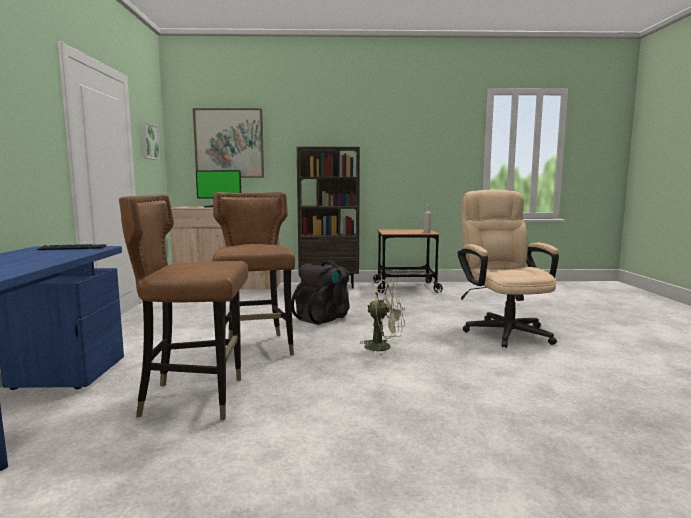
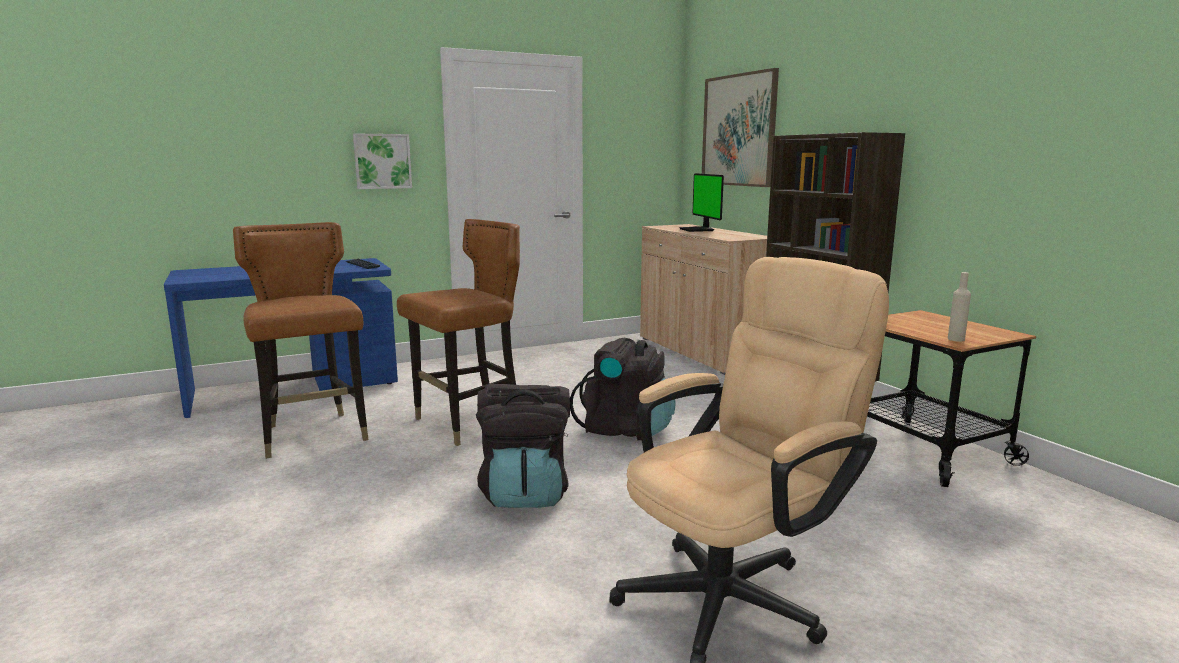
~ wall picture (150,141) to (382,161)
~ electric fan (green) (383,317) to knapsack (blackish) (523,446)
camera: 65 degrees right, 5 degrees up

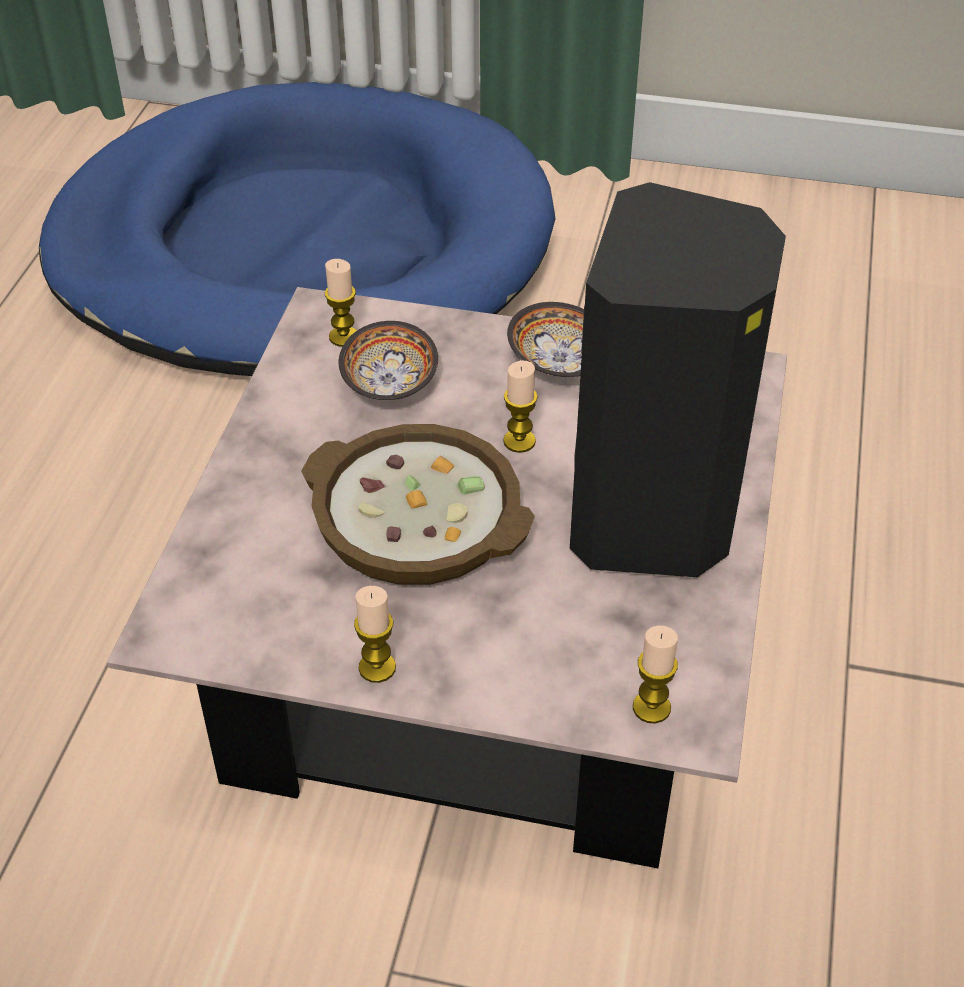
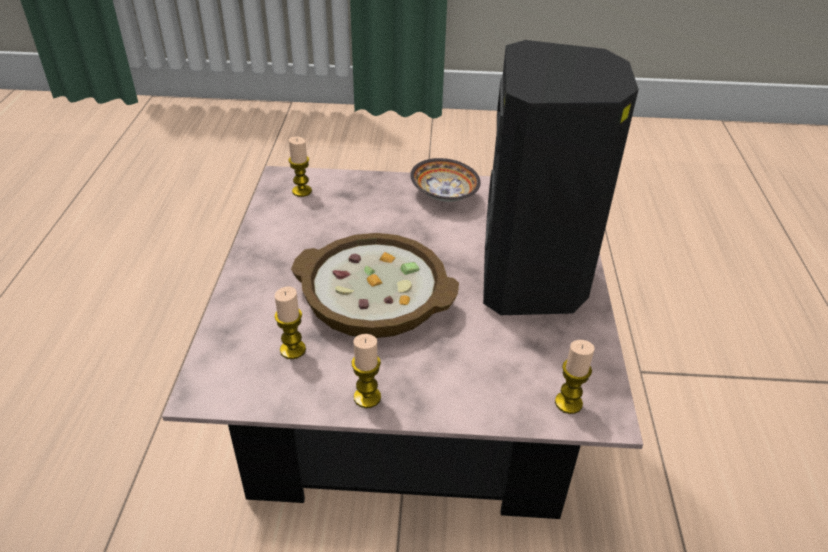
- dog bed (blue-coloured) (297,229)
- bowl (388,360)
~ wax candle (520,407) to (290,323)
camera: 10 degrees left, 5 degrees down

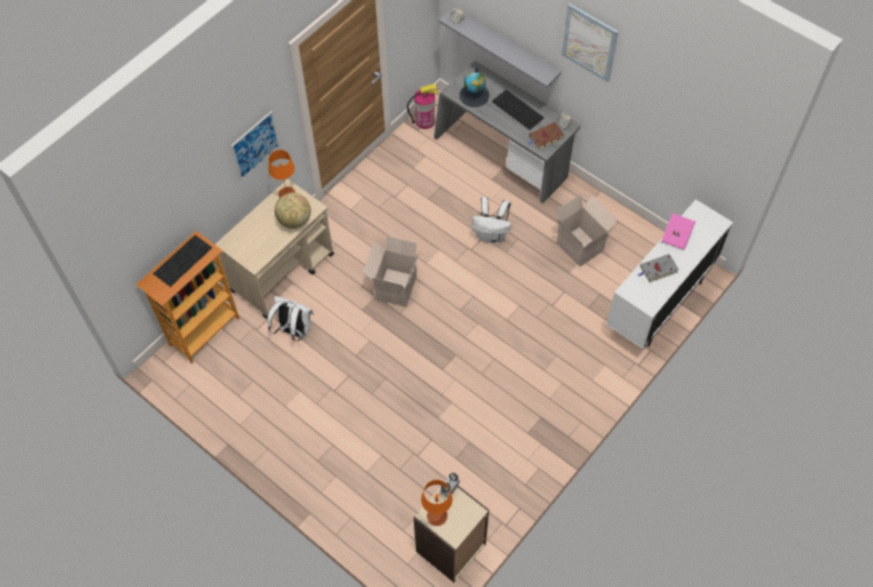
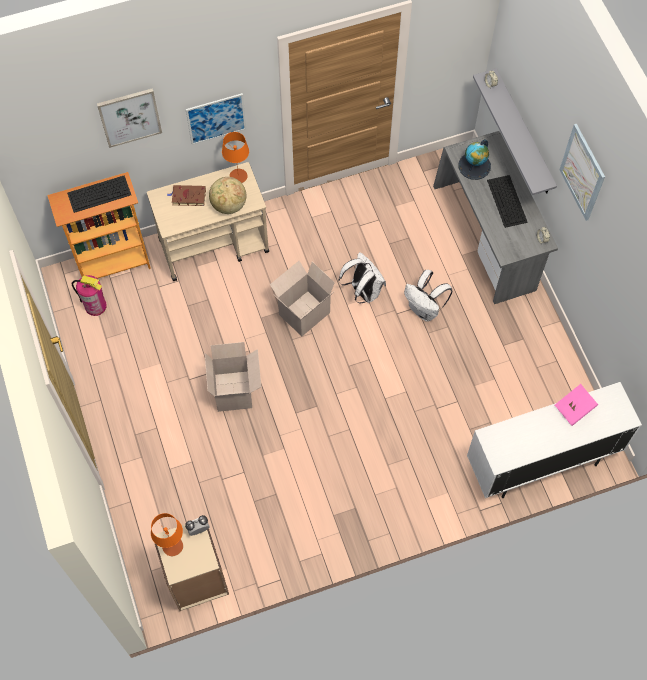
~ knapsack (white-coloured) (290,318) to (362,277)
~ fire extinguisher (422,106) to (89,295)
~ bound book (brown) (546,135) to (186,195)
~ packing box (586,230) to (233,377)
- bound book (greyish) (658,268)
+ wall picture (129,118)
camera: 30 degrees right, 5 degrees up

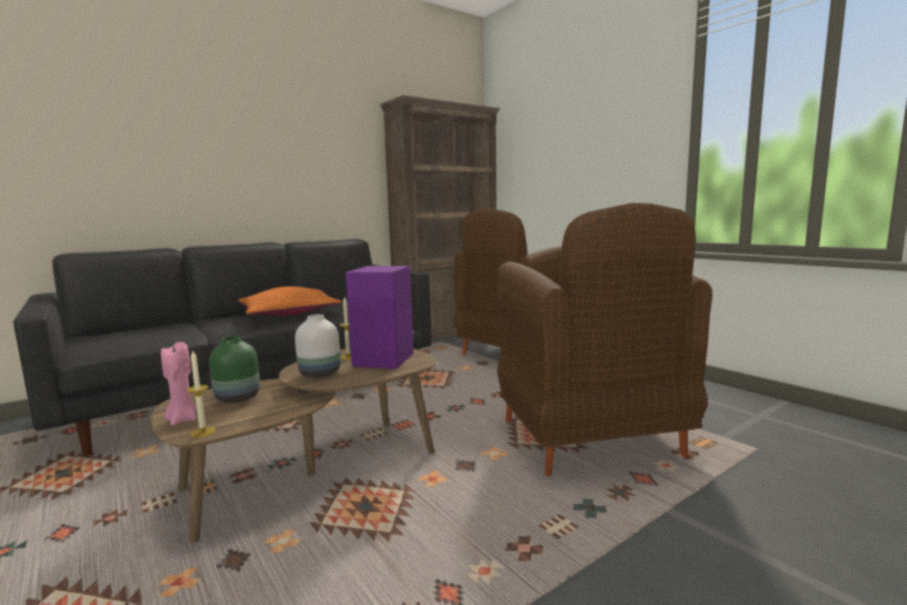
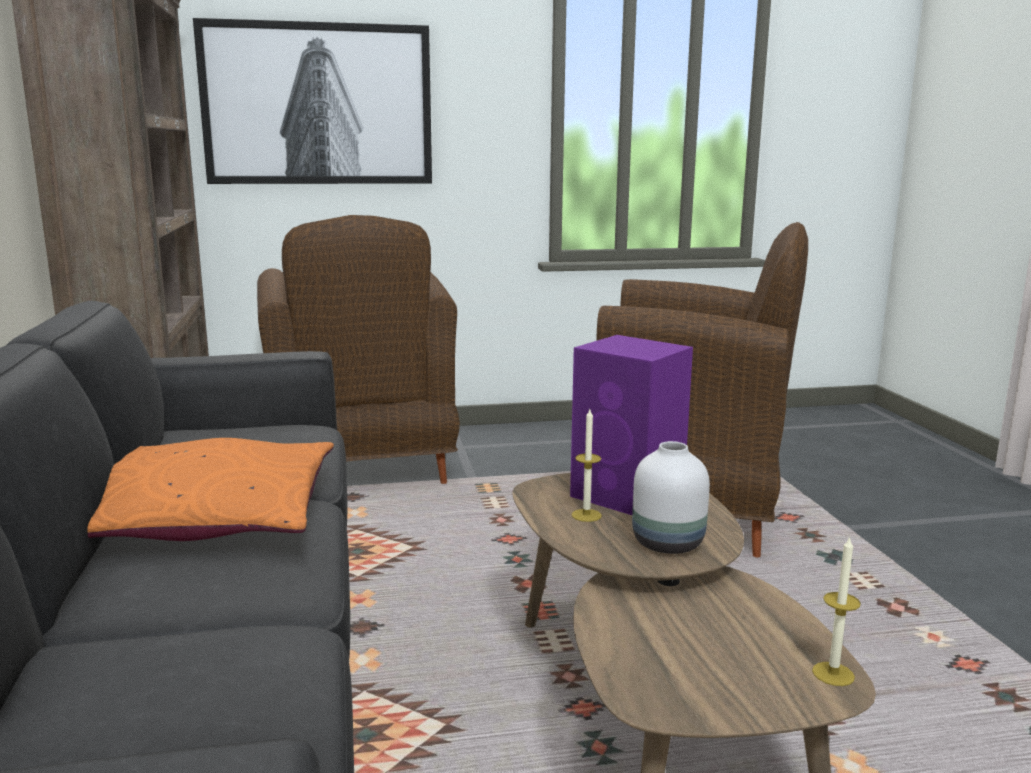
- wax candle (pink) (179,383)
- flower vase (green) (234,369)
+ wall picture (312,101)
camera: 65 degrees left, 5 degrees up

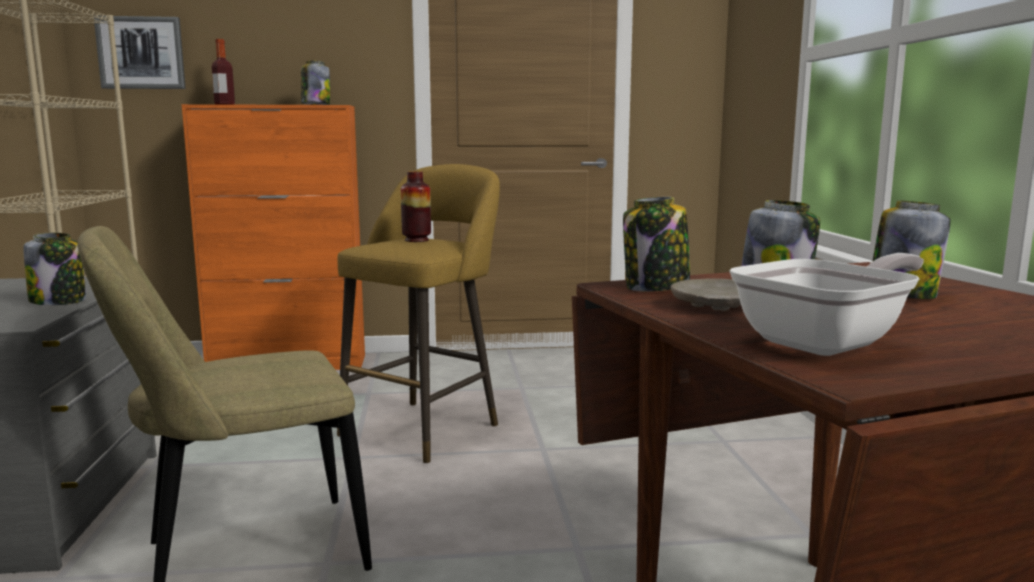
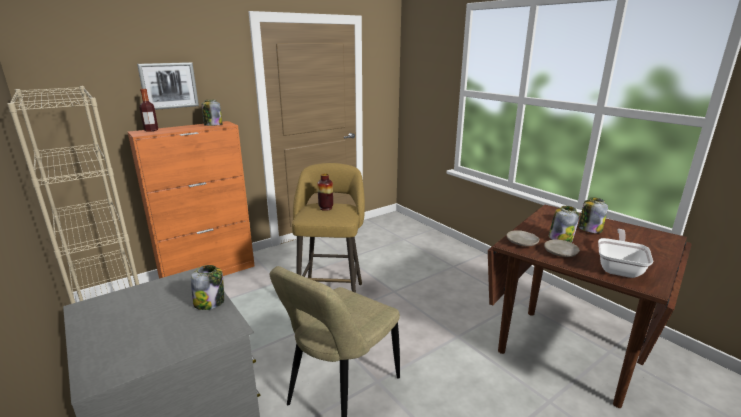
~ wall picture (140,52) to (168,86)
~ jar (656,244) to flat dish (beige) (523,238)
camera: 30 degrees left, 10 degrees up

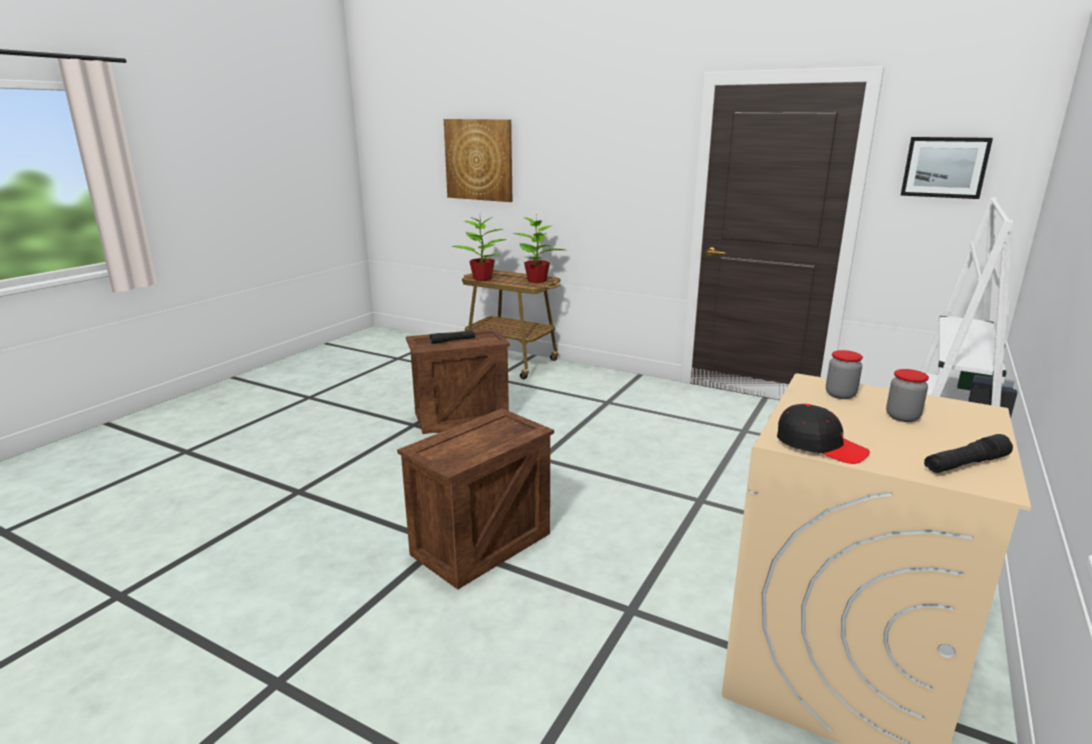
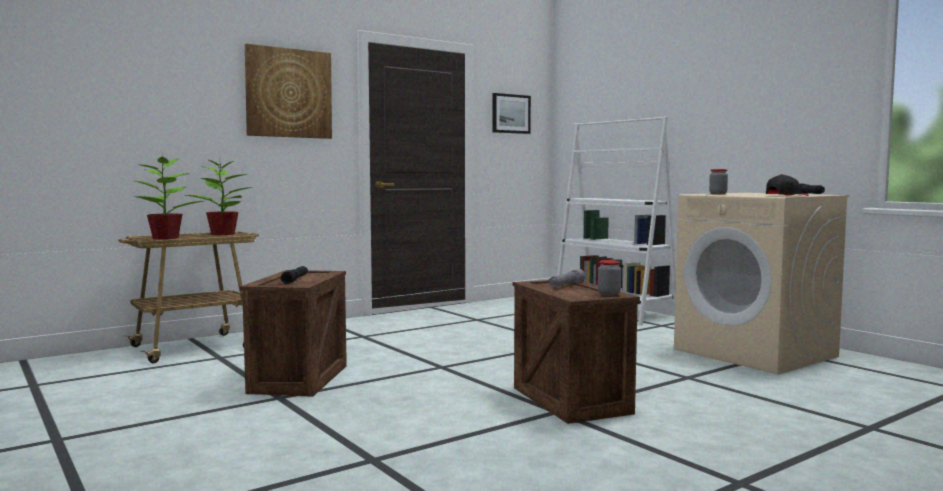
~ wall picture (478,160) to (288,91)
~ jar (907,395) to (609,277)
+ torch (greyish) (567,278)
camera: 65 degrees left, 15 degrees down

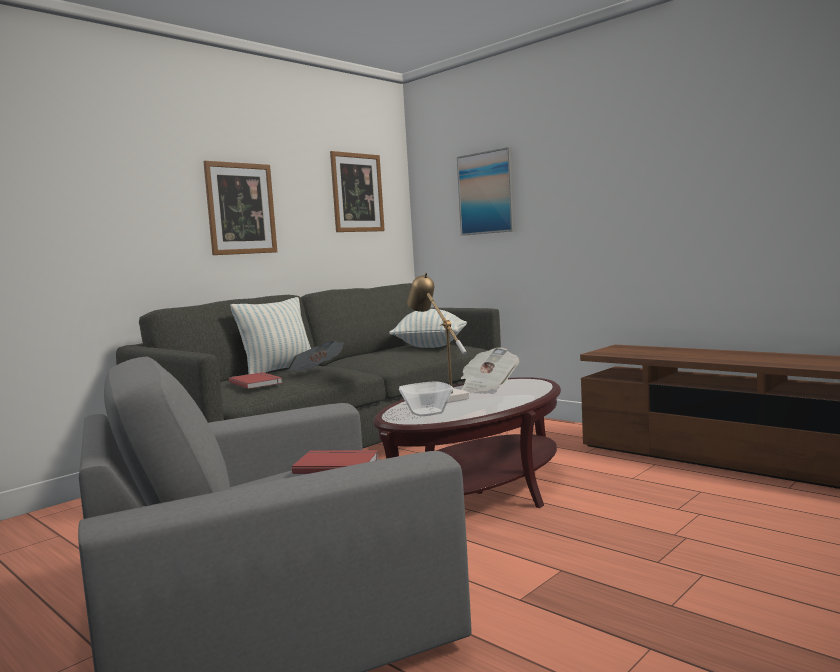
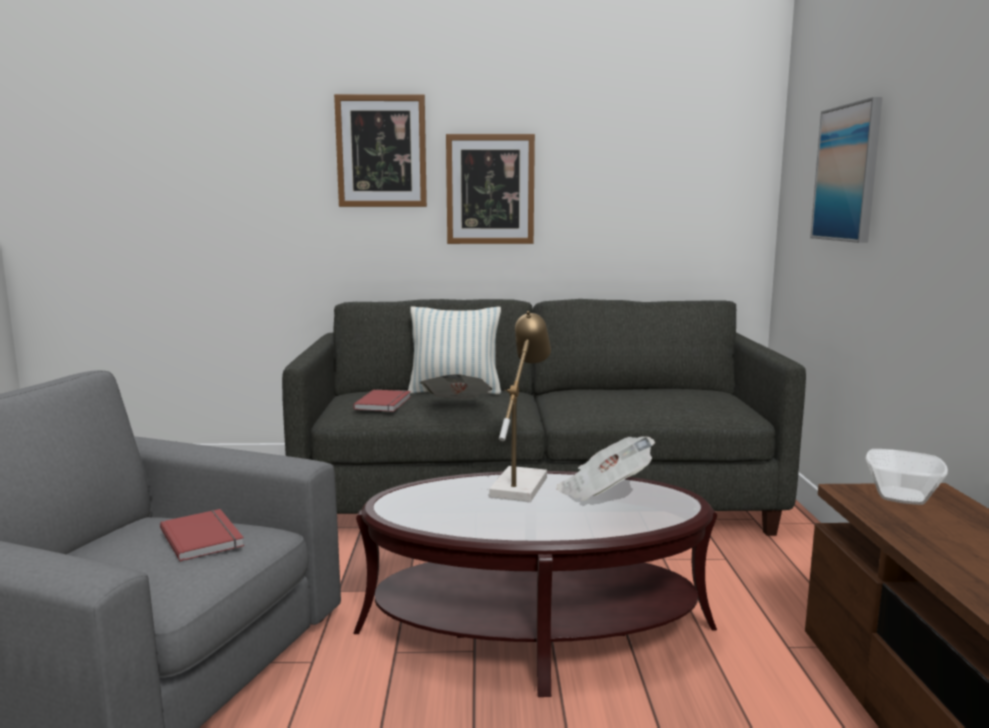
~ wall picture (357,191) to (380,150)
- throw pillow (428,328)
~ bowl (426,398) to (906,477)
camera: 45 degrees right, 5 degrees up

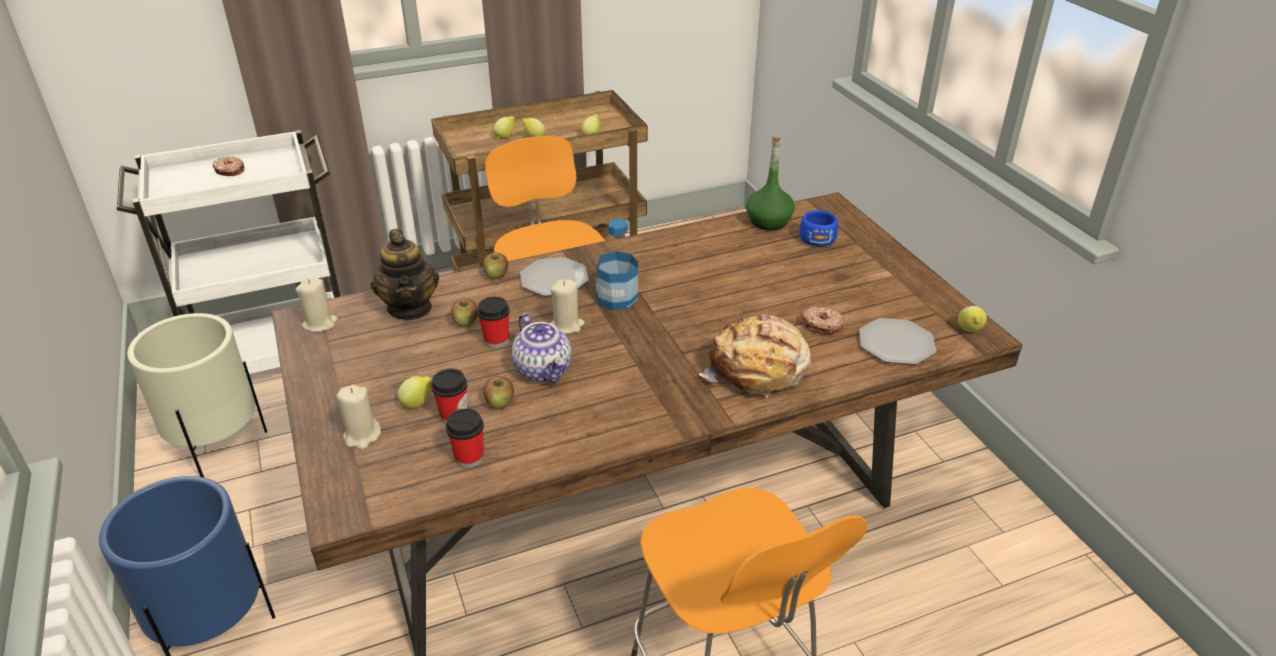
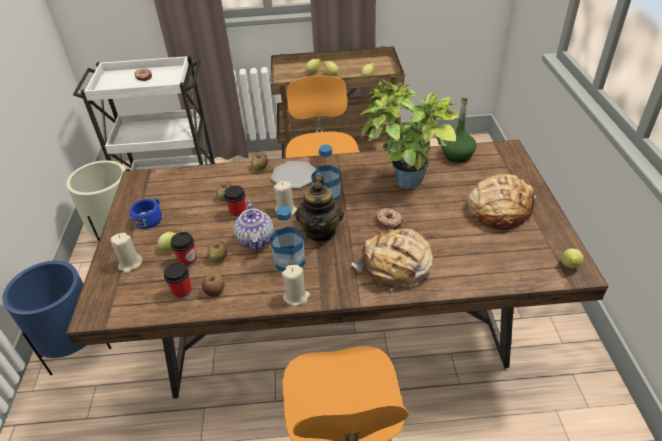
~ wax candle (beige) (317,305) to (296,285)
~ teapot (404,274) to (319,208)
~ cup (blue-coloured) (818,228) to (146,214)
~ donut (823,321) to (389,218)
- flat dish (897,341)
+ apple fruit (213,285)
+ drink bottle (288,239)
+ plant in a pot (409,134)
+ bakery bread (501,202)
camera: 20 degrees right, 5 degrees up

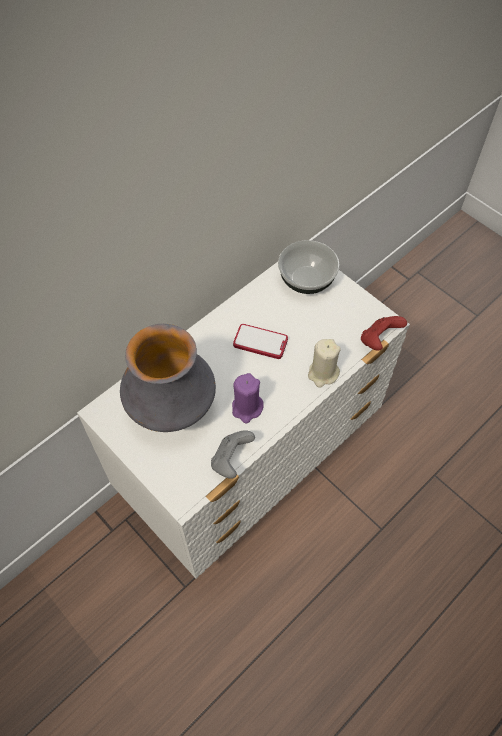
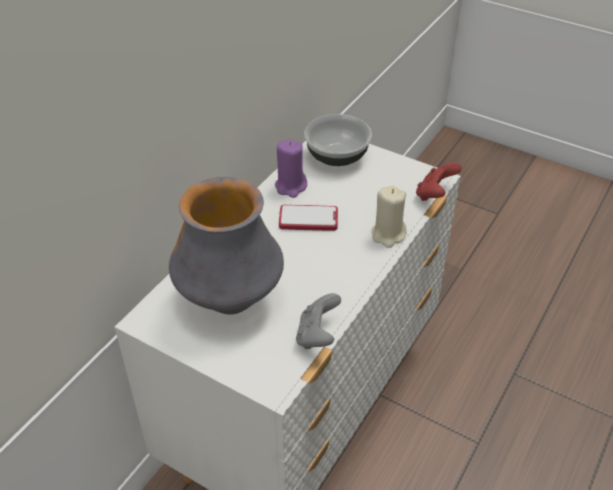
~ wax candle (purplish) (248,398) to (291,168)
camera: 15 degrees left, 15 degrees down

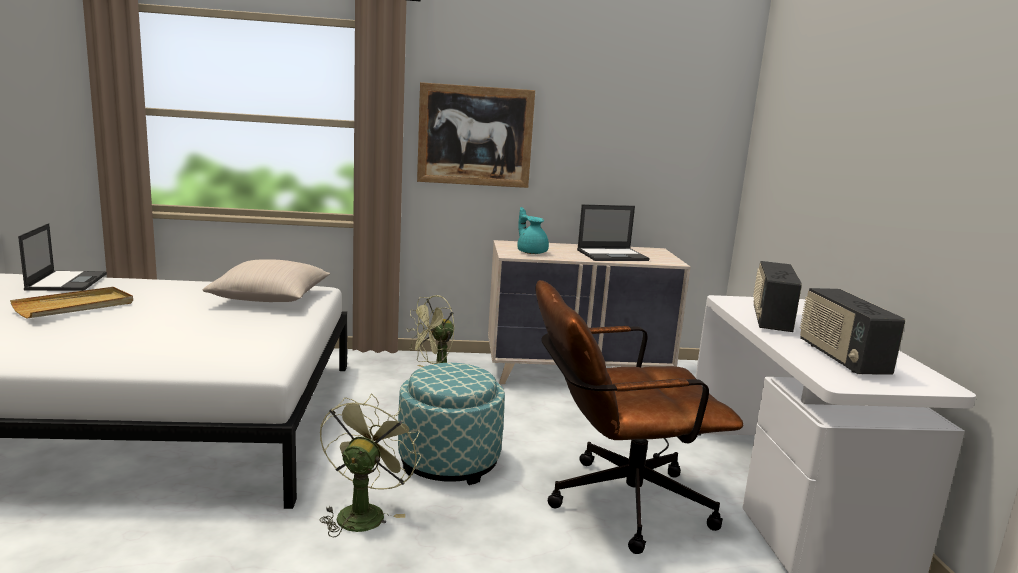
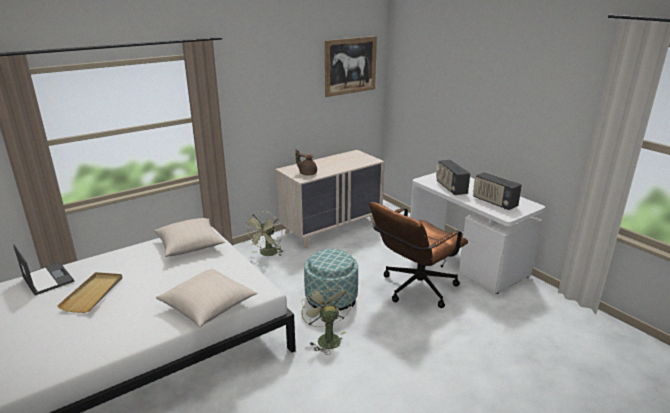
~ wall picture (476,135) to (351,66)
~ teapot (turquoise-coloured) (533,230) to teapot (brown) (306,162)
- notebook computer (613,232)
+ throw pillow (beige) (206,298)
camera: 30 degrees left, 10 degrees up

